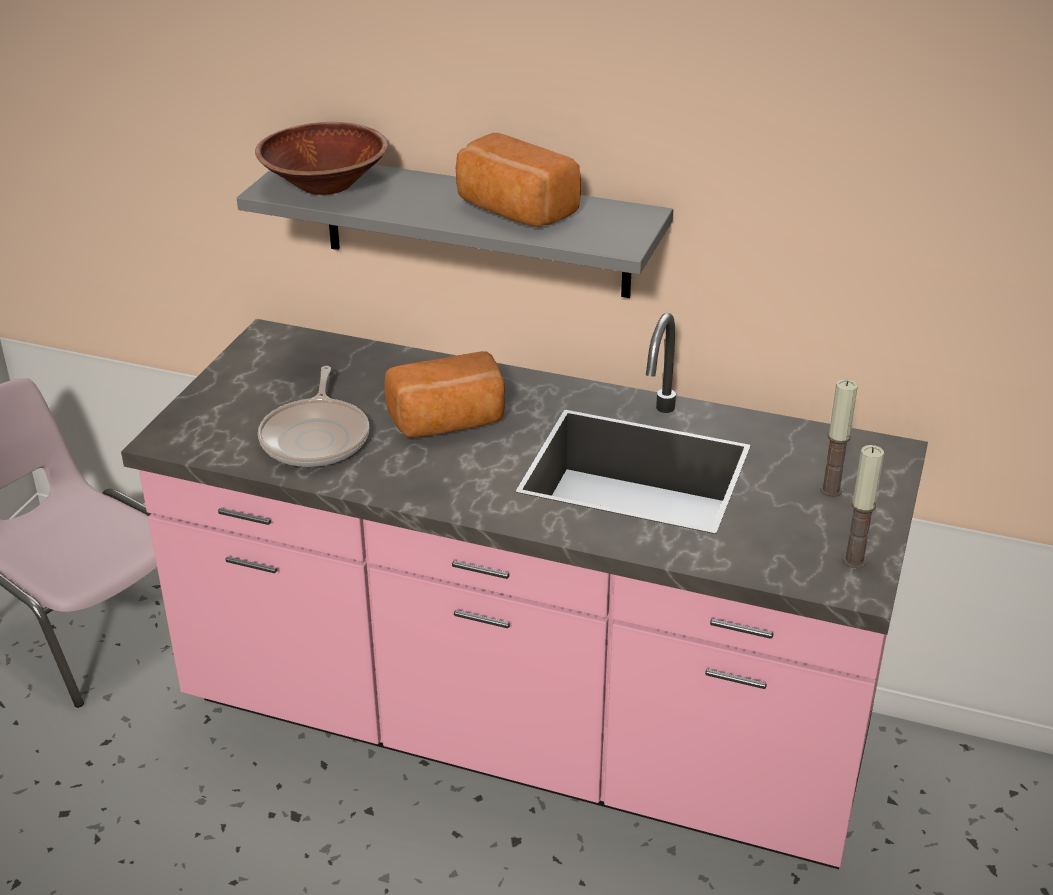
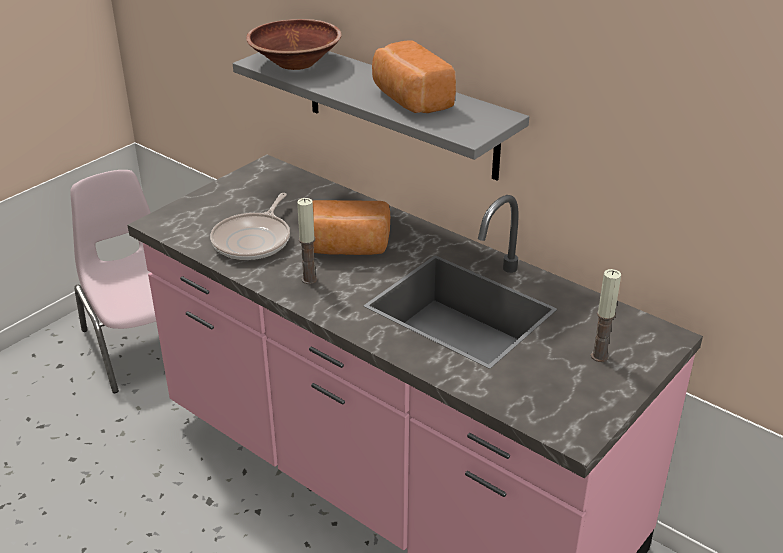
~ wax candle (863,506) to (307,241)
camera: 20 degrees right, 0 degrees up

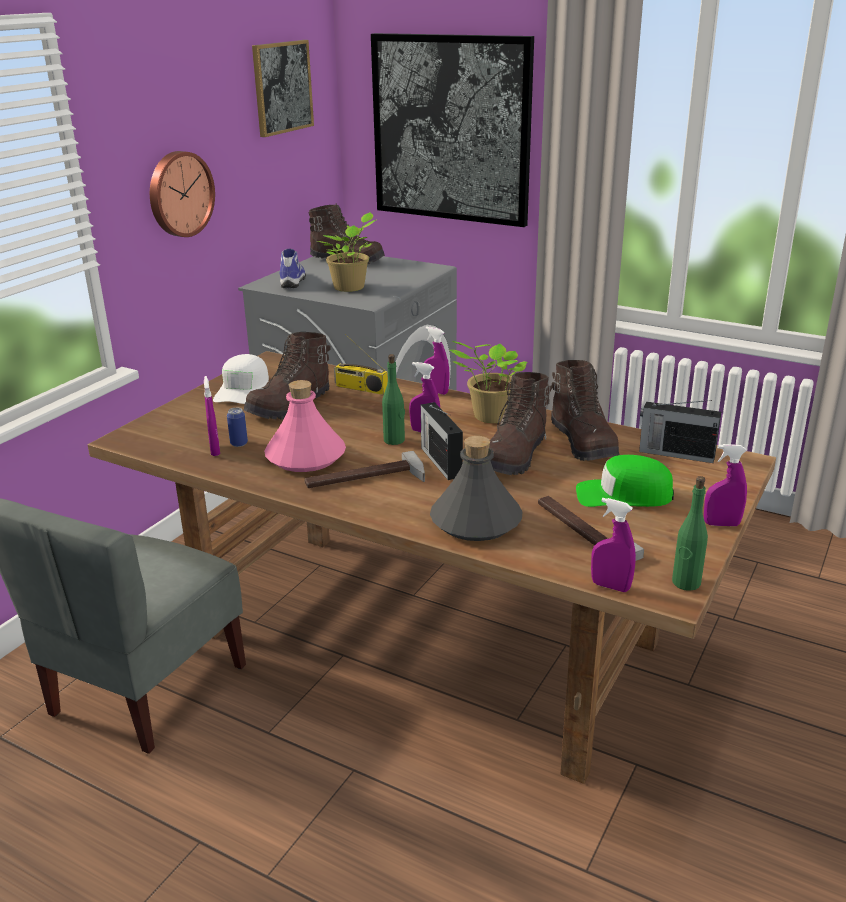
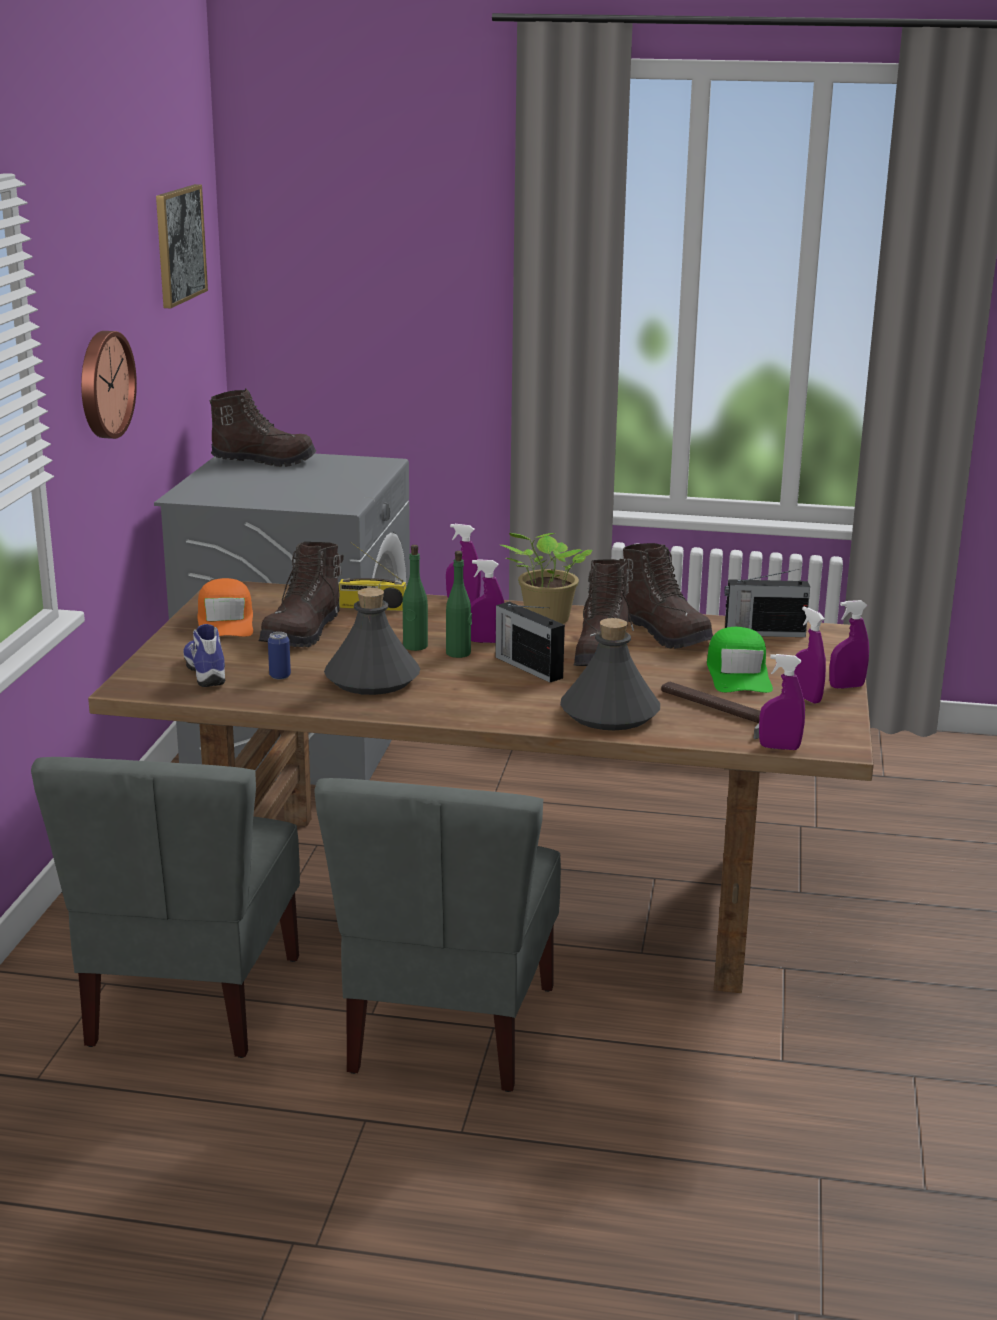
~ spray bottle (purplish) (212,416) to (810,655)
~ peaked cap (white-coloured) (241,379) to peaked cap (orangey) (225,607)
~ drink bottle (pink) (305,426) to drink bottle (greyish) (372,641)
~ item of footwear (293,268) to (204,655)
- hand hammer (364,469)
- plant in a pot (347,252)
- wall picture (452,130)
~ peaked cap (green) (625,481) = (740,660) 75 degrees counterclockwise
~ drink bottle (green) (690,533) to (415,598)
+ upright chair (greyish) (437,935)
camera: 20 degrees left, 5 degrees down

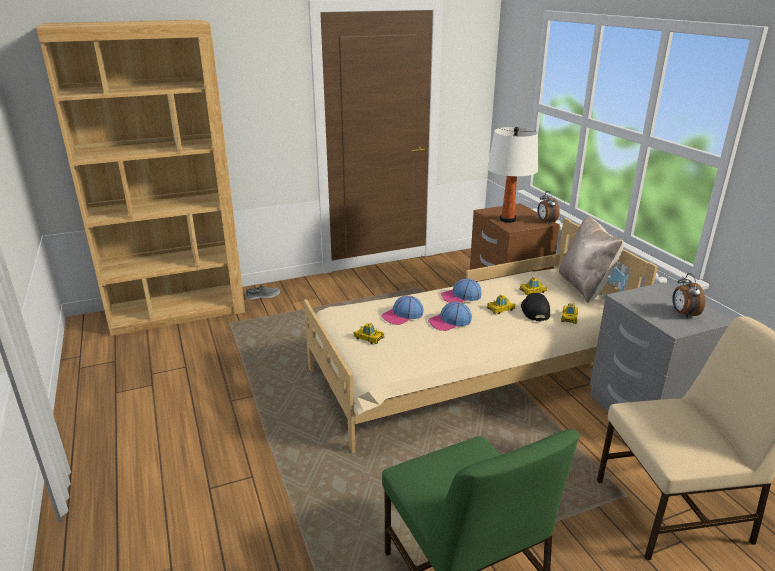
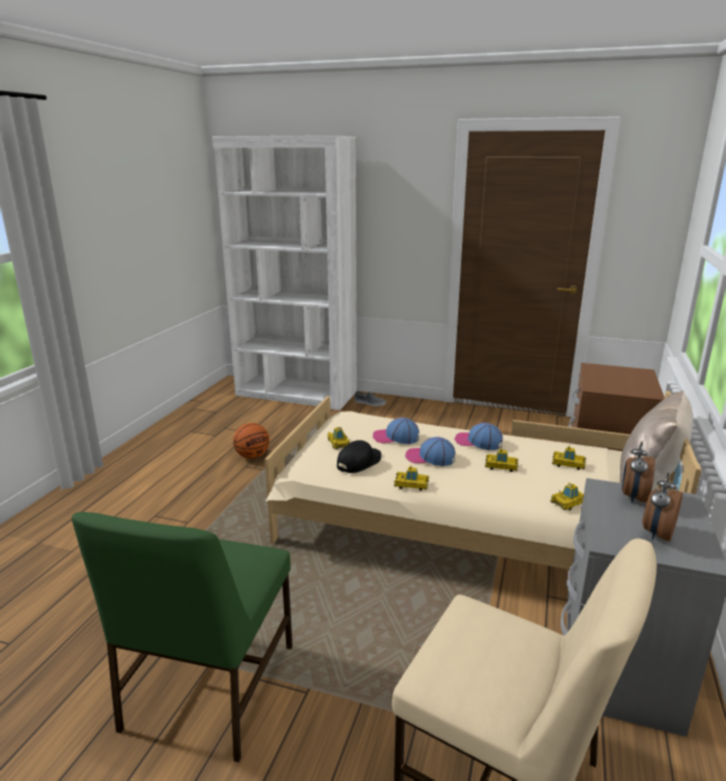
~ bookshelf (brown) (140,178) to bookshelf (white-coloured) (284,272)
- tabletop lamp (white-coloured) (512,175)
~ peaked cap (blackish) (535,307) to (359,456)
~ table clock (549,207) to (638,472)
+ basketball ball (251,441)
+ miniature car (411,478)
camera: 40 degrees right, 5 degrees down

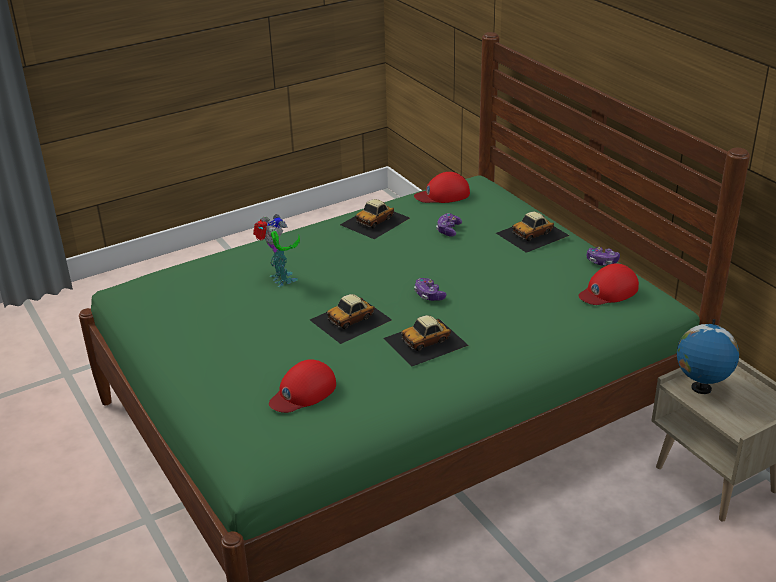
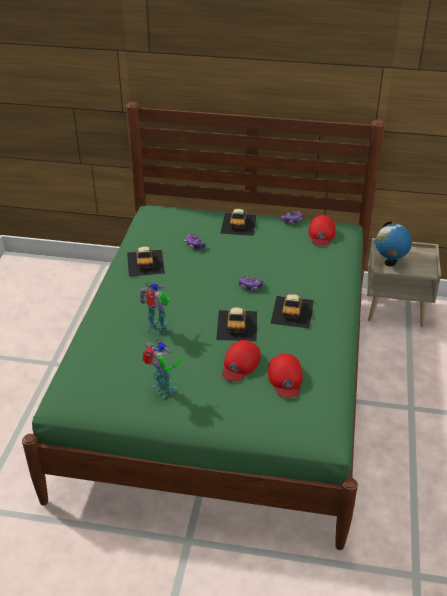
~ peaked cap (red) (442,187) to (241,361)
+ robot figure (161,368)
camera: 50 degrees left, 5 degrees up

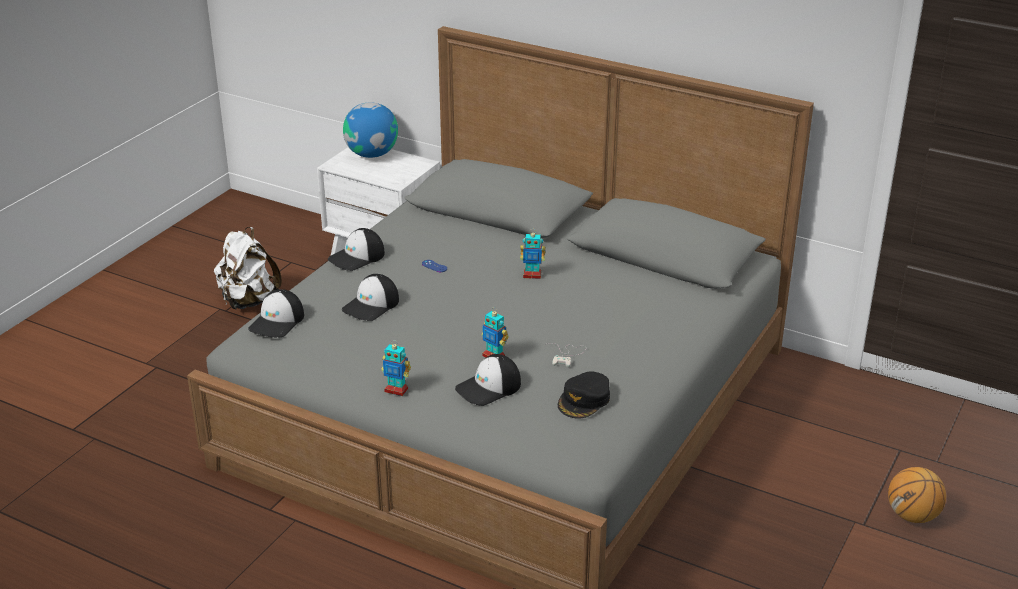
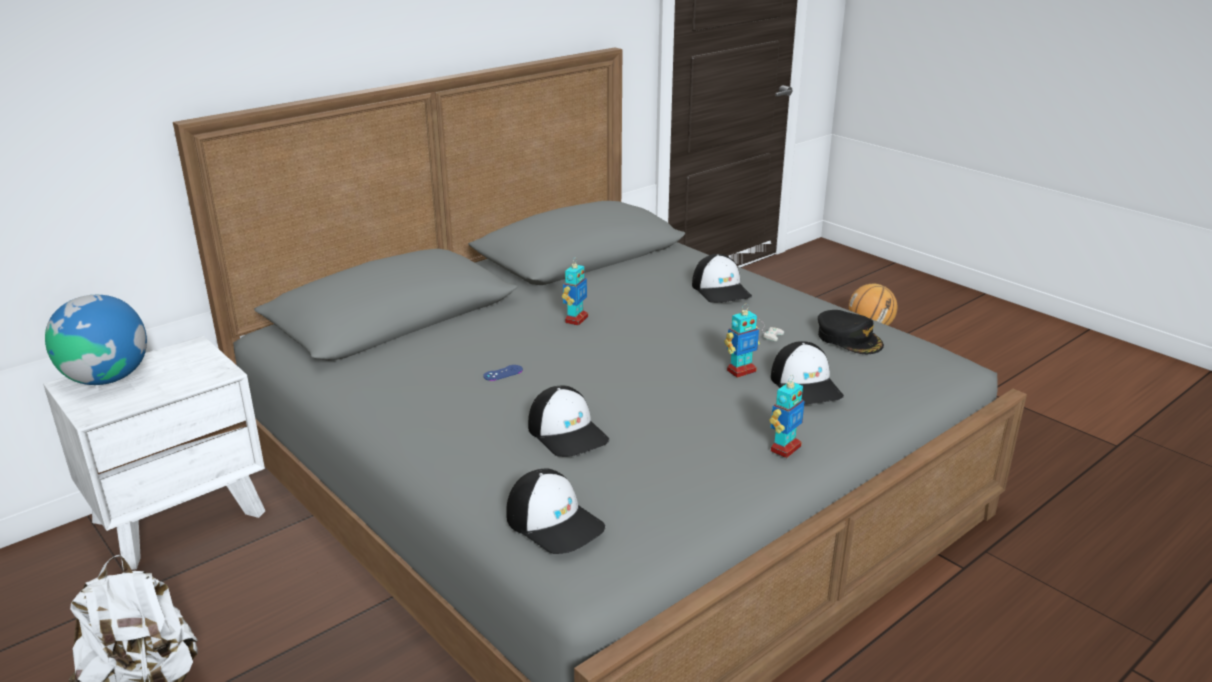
~ peaked cap (356,249) to (722,278)
camera: 70 degrees left, 5 degrees down

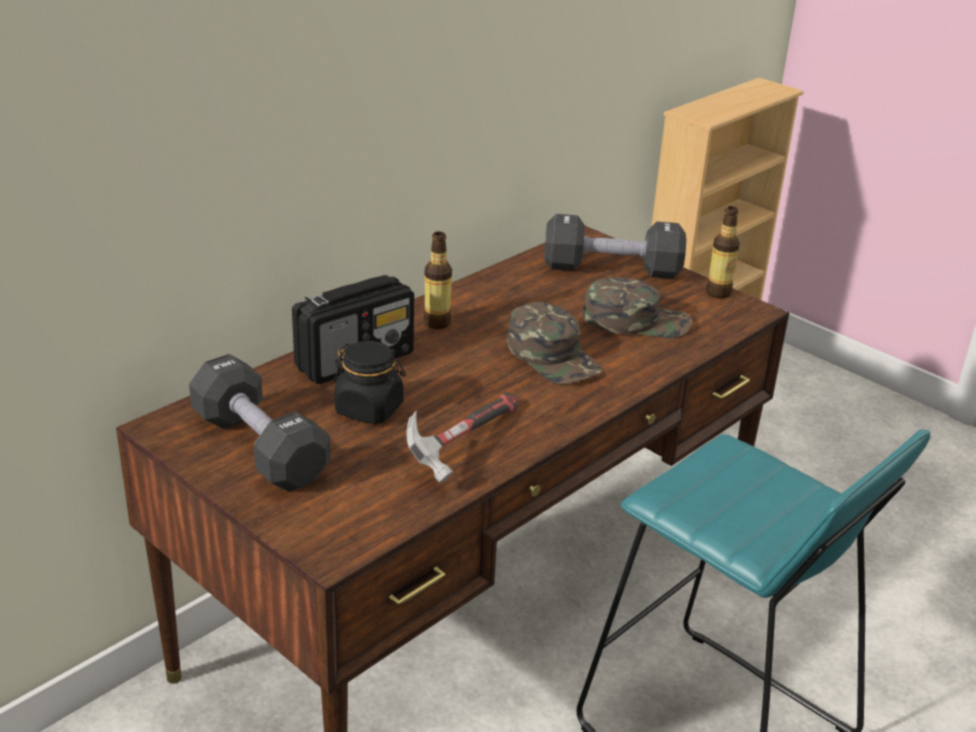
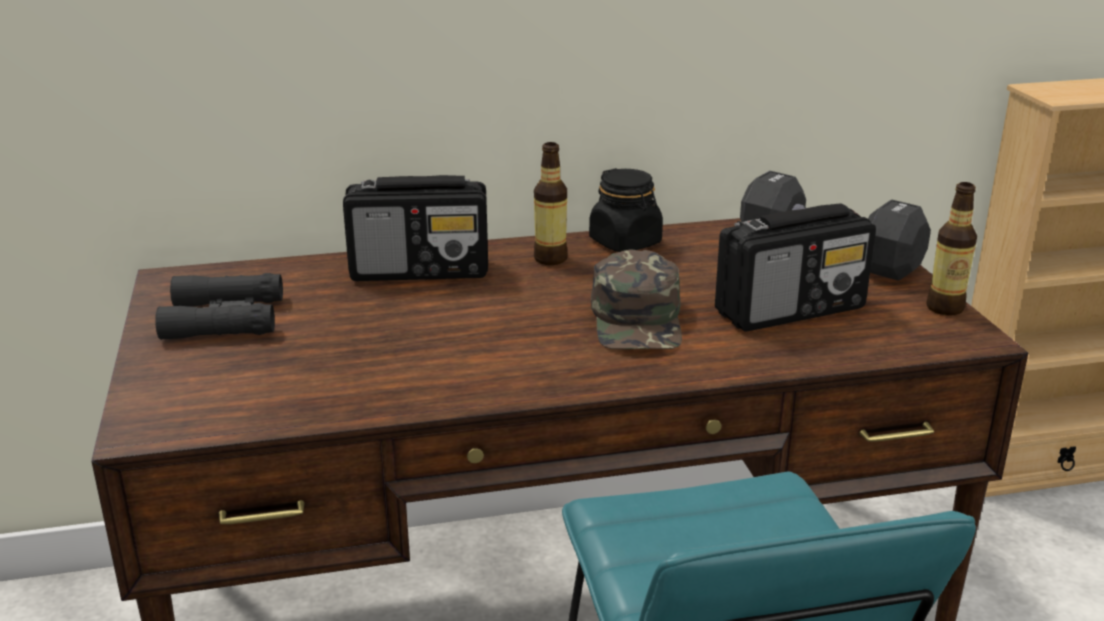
~ hand weight (blackish) (260,423) to field glasses (blackish) (219,306)
~ jar (blackish) (370,382) to (626,210)
- hand hammer (462,438)
~ peaked cap (green) (637,307) to radio receiver (795,267)
camera: 35 degrees right, 5 degrees down

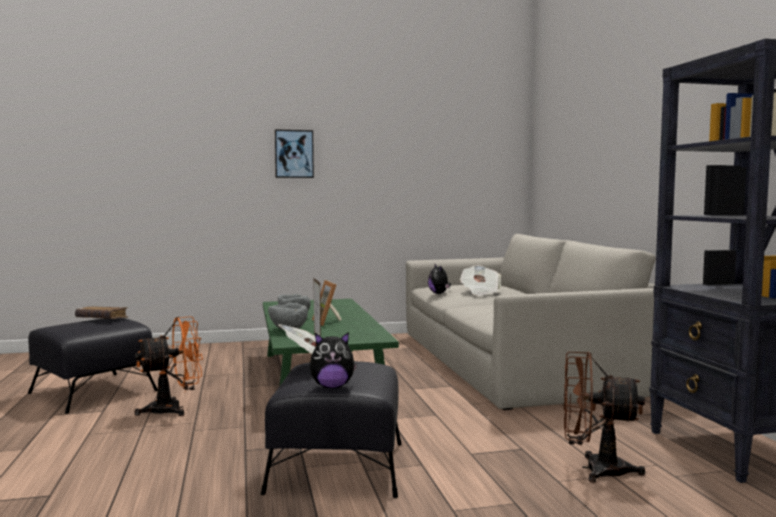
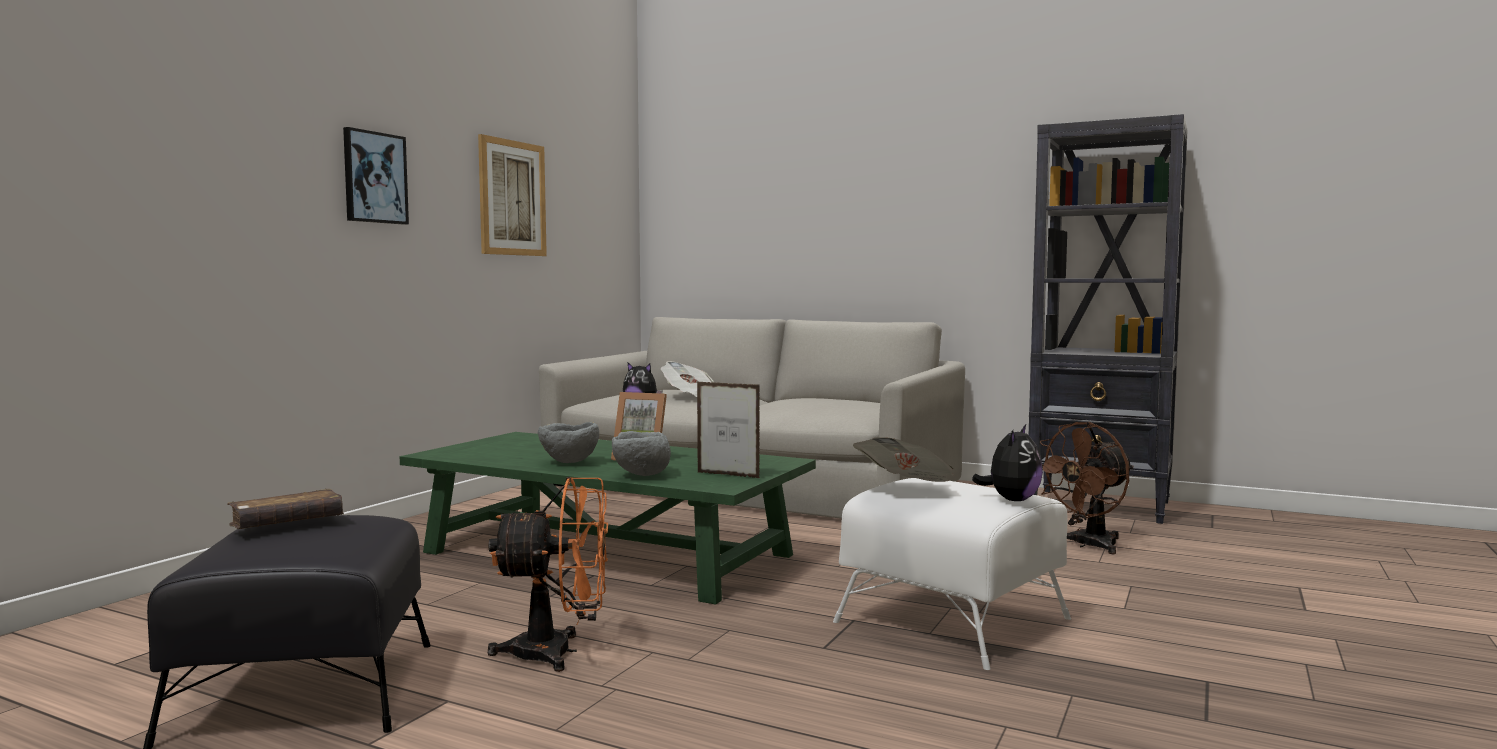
~ electric fan (orangey) (169,366) = (548,574) 75 degrees clockwise
~ pouffe (blackish) (331,429) to pouffe (white-coloured) (952,574)
+ wall picture (512,195)
camera: 50 degrees left, 0 degrees up

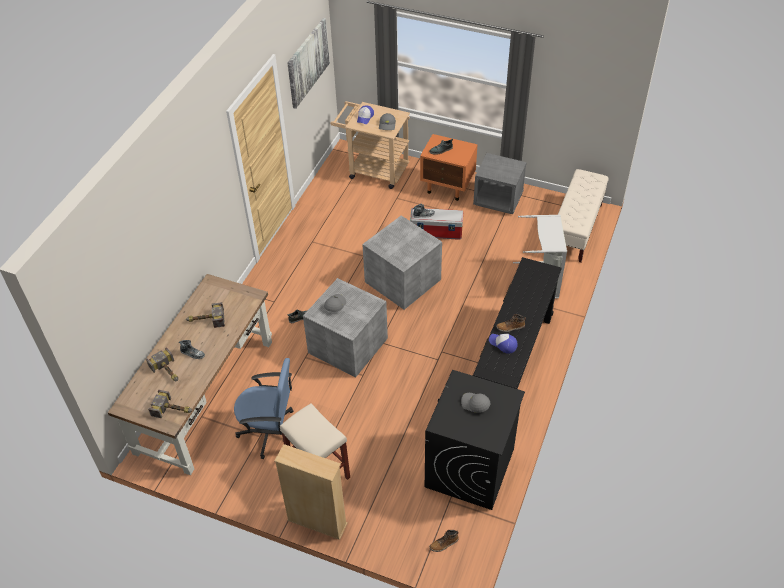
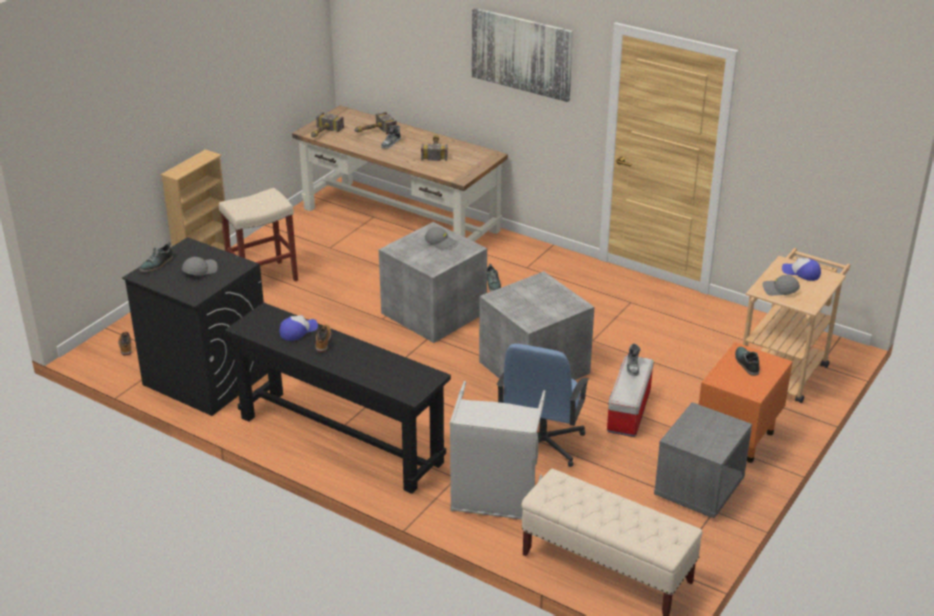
~ office chair (blue-coloured) (263,408) to (543,405)
~ wall picture (308,63) to (522,55)
+ item of footwear (156,257)
camera: 100 degrees right, 15 degrees down

